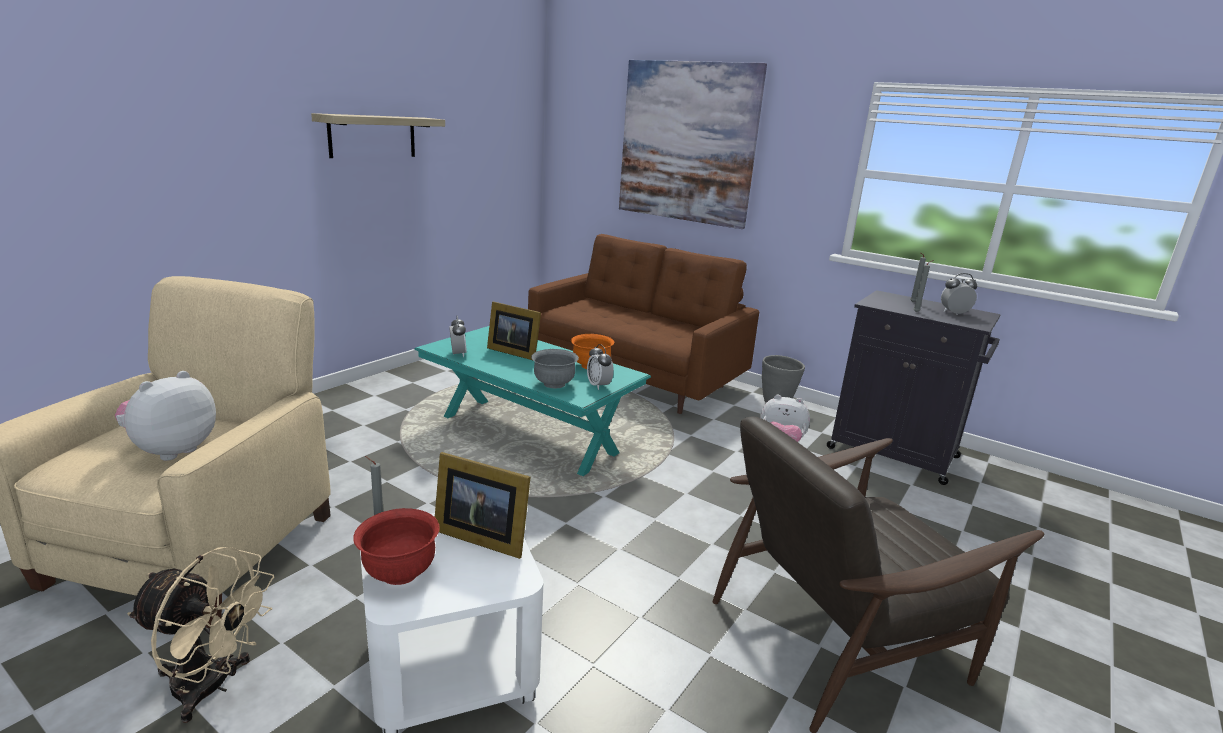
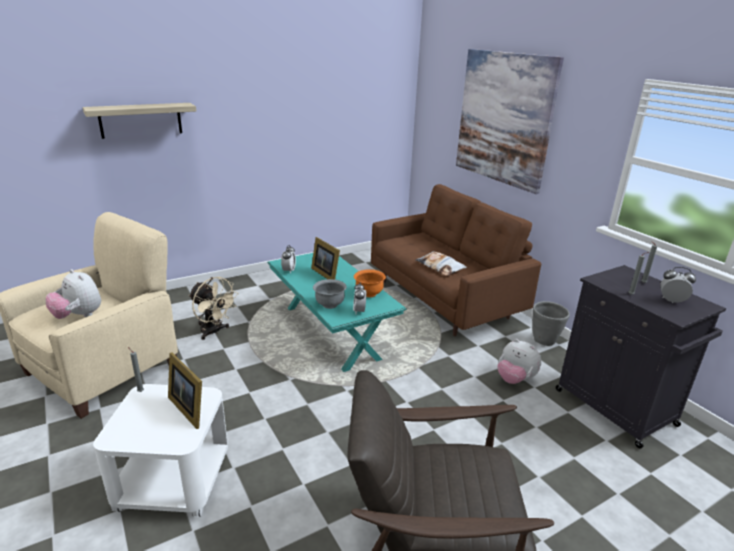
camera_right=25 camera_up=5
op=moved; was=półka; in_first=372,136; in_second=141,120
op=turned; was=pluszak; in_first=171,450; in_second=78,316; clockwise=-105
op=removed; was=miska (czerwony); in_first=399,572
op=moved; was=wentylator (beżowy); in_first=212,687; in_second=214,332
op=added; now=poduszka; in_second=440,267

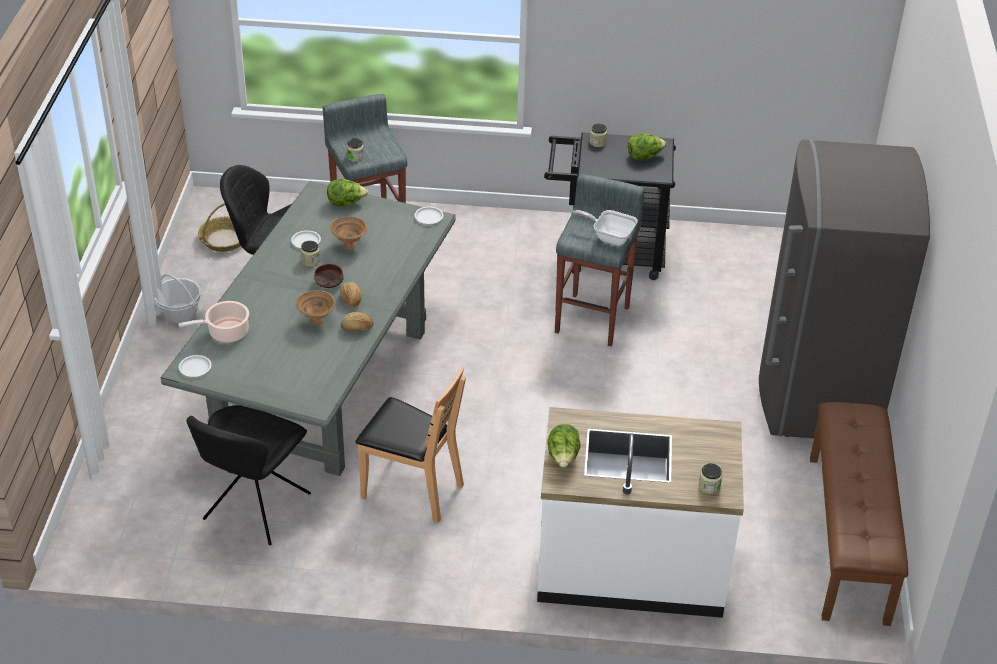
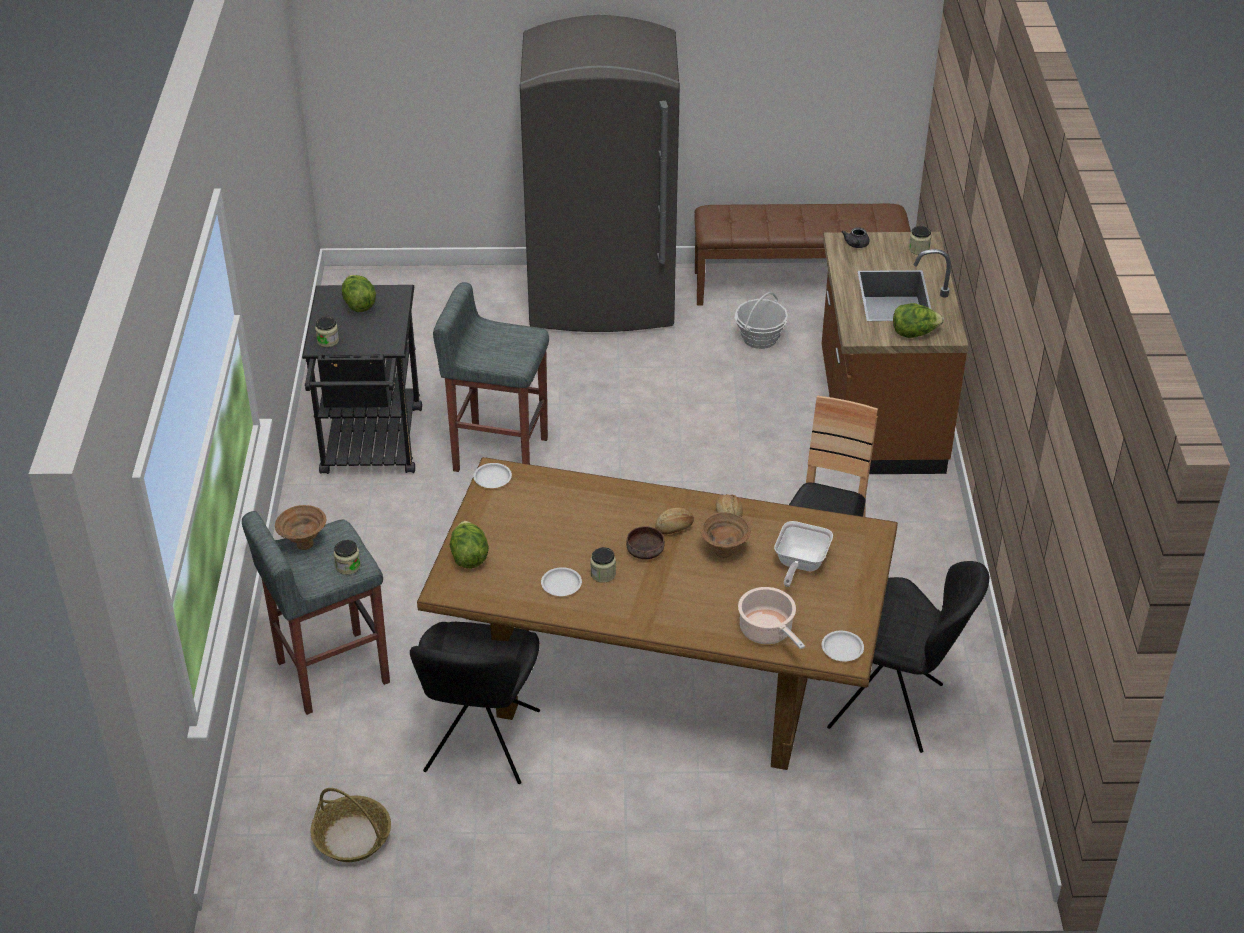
camera_right=-95 camera_up=0
op=recoloured; was=stół jadalny (szary); now=stół jadalny (brązowy); in_first=323,384; in_second=658,677
op=moved; was=patelnia; in_first=609,237; in_second=799,565
op=moved; was=miska (brązowy); in_first=349,245; in_second=303,545
op=moved; was=koszyk; in_first=180,313; in_second=760,338
op=recoloured; was=zabudowa kuchenna (biały); now=zabudowa kuchenna (brązowy); in_first=631,566; in_second=878,414
op=added; now=imbryk (szary); in_second=856,245

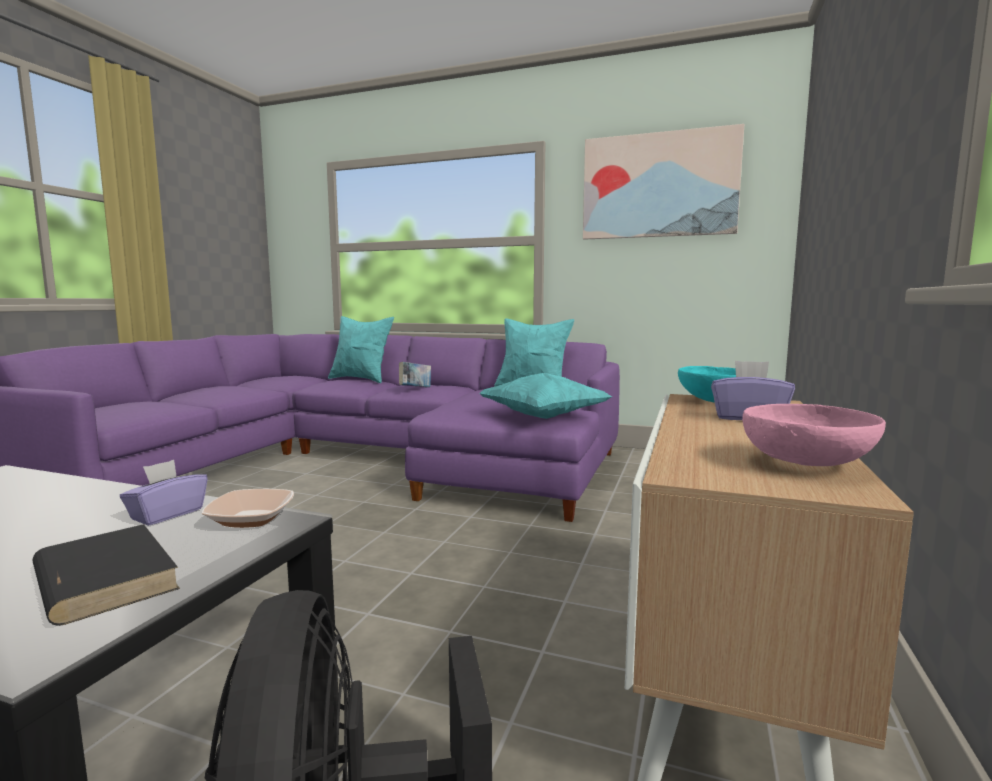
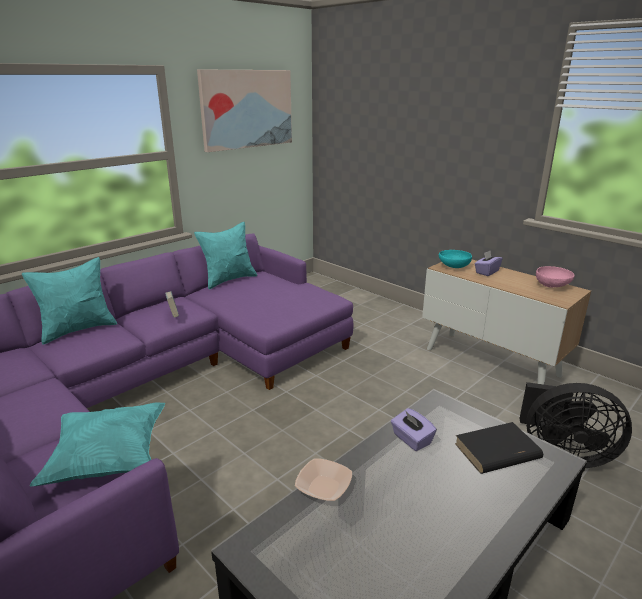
camera_right=-65 camera_up=15
op=moved; was=poduszka (turkusowy); in_first=543,417; in_second=109,460
op=moved; was=miska; in_first=251,519; in_second=324,487

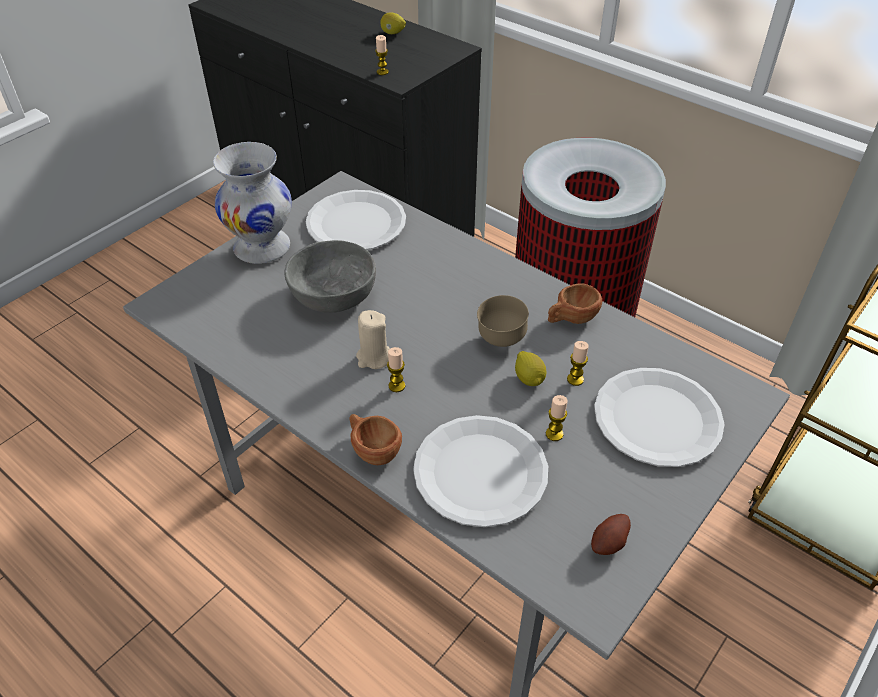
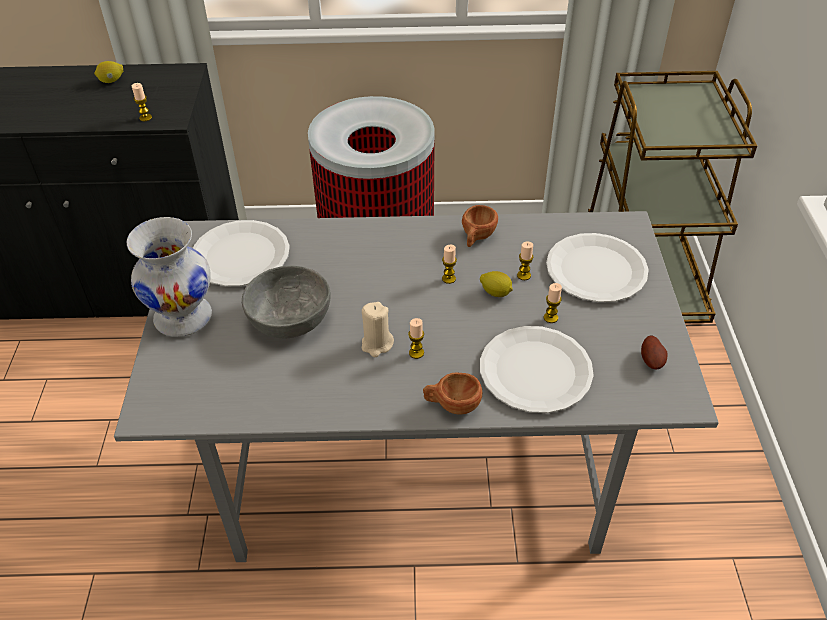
camera_right=-40 camera_up=0
op=replaced; was=miska (brązowy); now=świeca; in_first=500,340; in_second=448,278

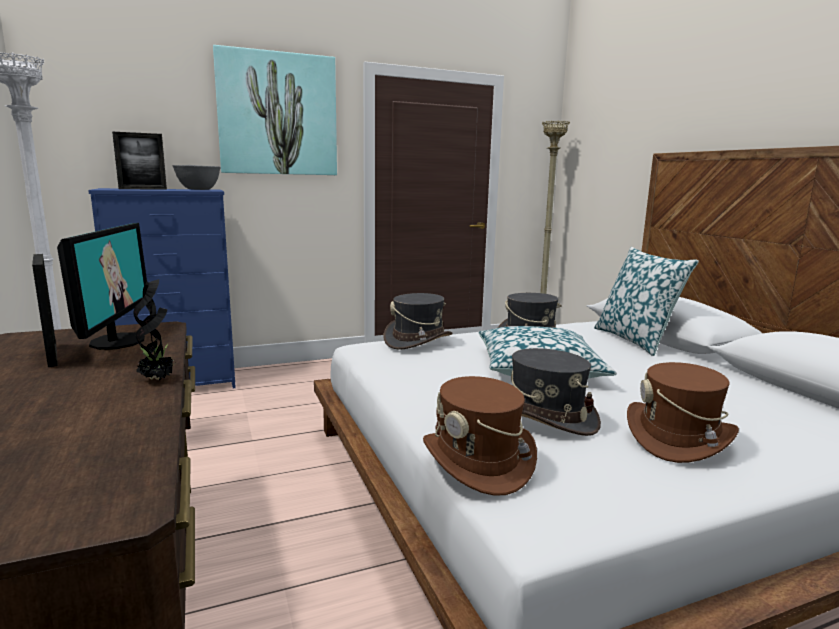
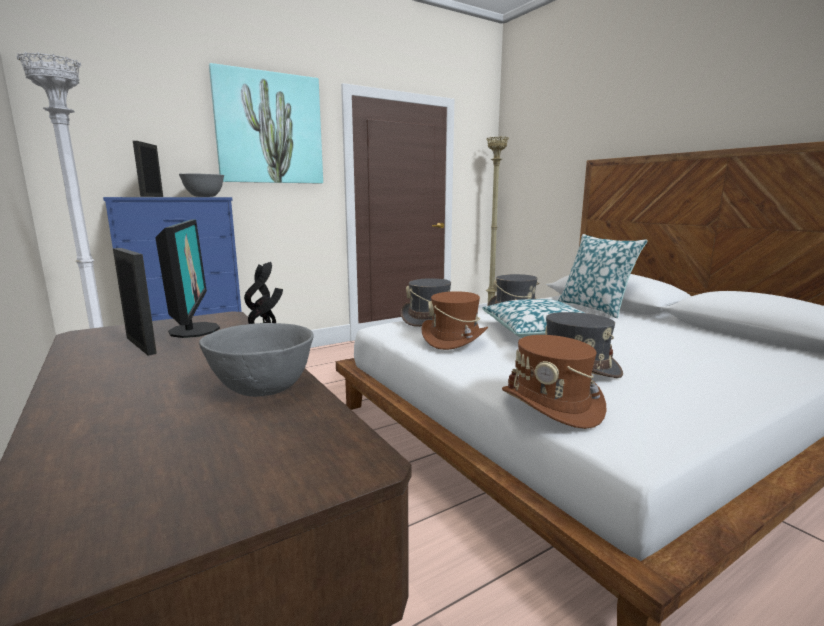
camera_right=-10 camera_up=0
op=turned; was=ramka na zdjęcie; in_first=143,189; in_second=152,196; clockwise=120
op=moved; was=kapelusz (brązowy); in_first=678,438; in_second=454,339
op=added; now=miska (szary); in_second=262,389

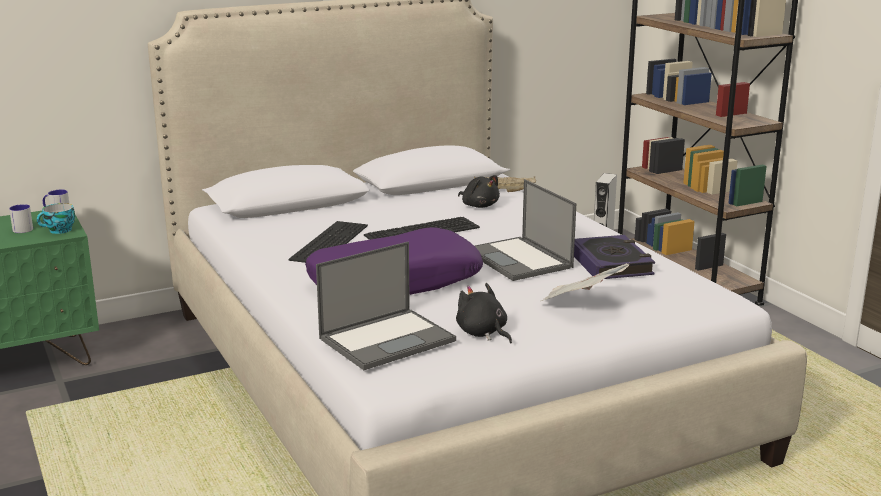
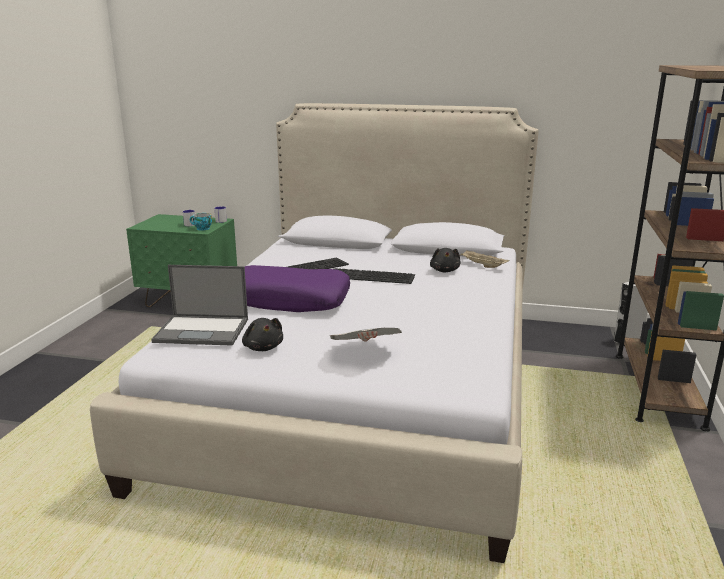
camera_right=40 camera_up=0
op=removed; was=laptop; in_first=520,260
op=removed; was=książka; in_first=611,264
op=turned; was=pluszak (czarny); in_first=483,333; in_second=263,347; clockwise=150

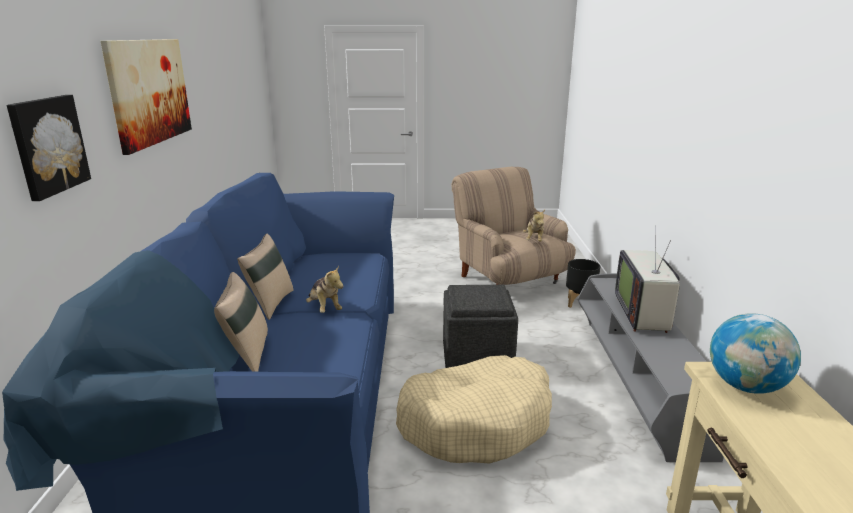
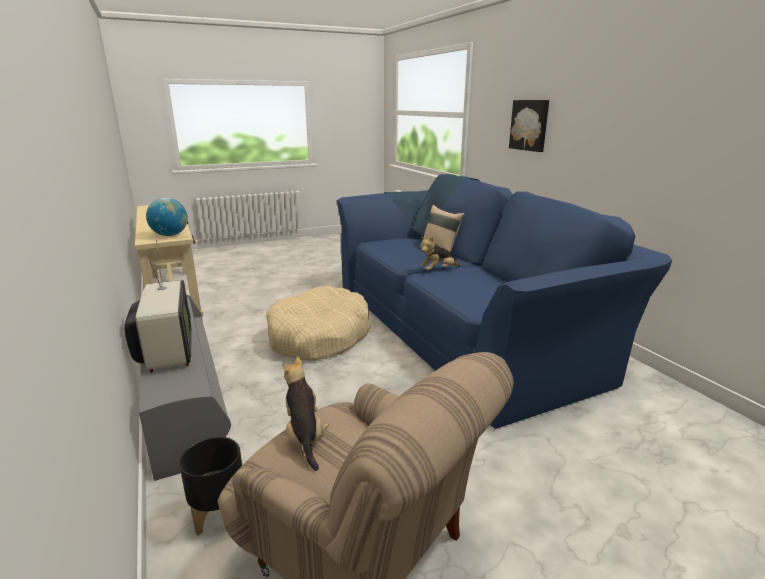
camera_right=155 camera_up=0
op=removed; was=obraz; in_first=149,91
op=removed; was=poduszka (beżowy); in_first=270,303
op=turned; was=pluszak; in_first=324,308; in_second=438,271; clockwise=-60
op=removed; was=pufa (szary); in_first=476,356

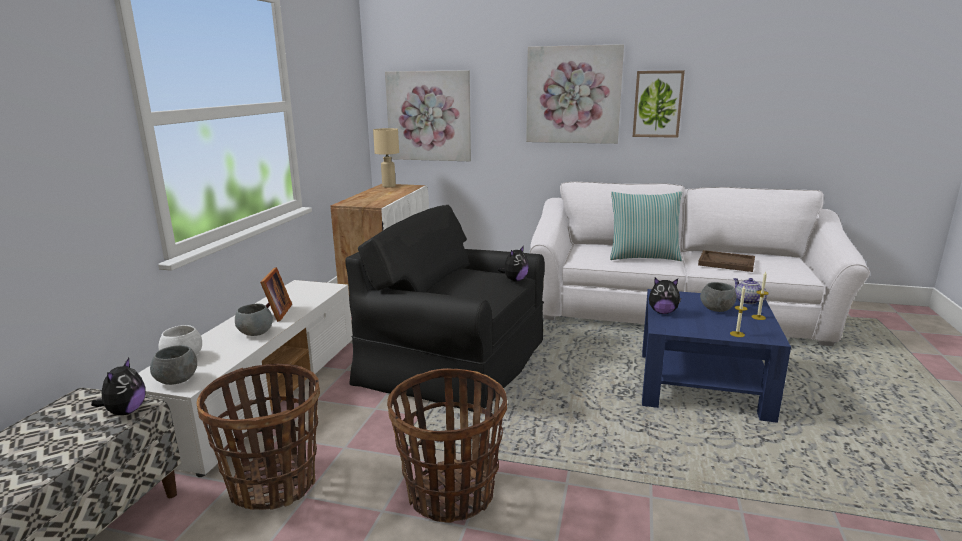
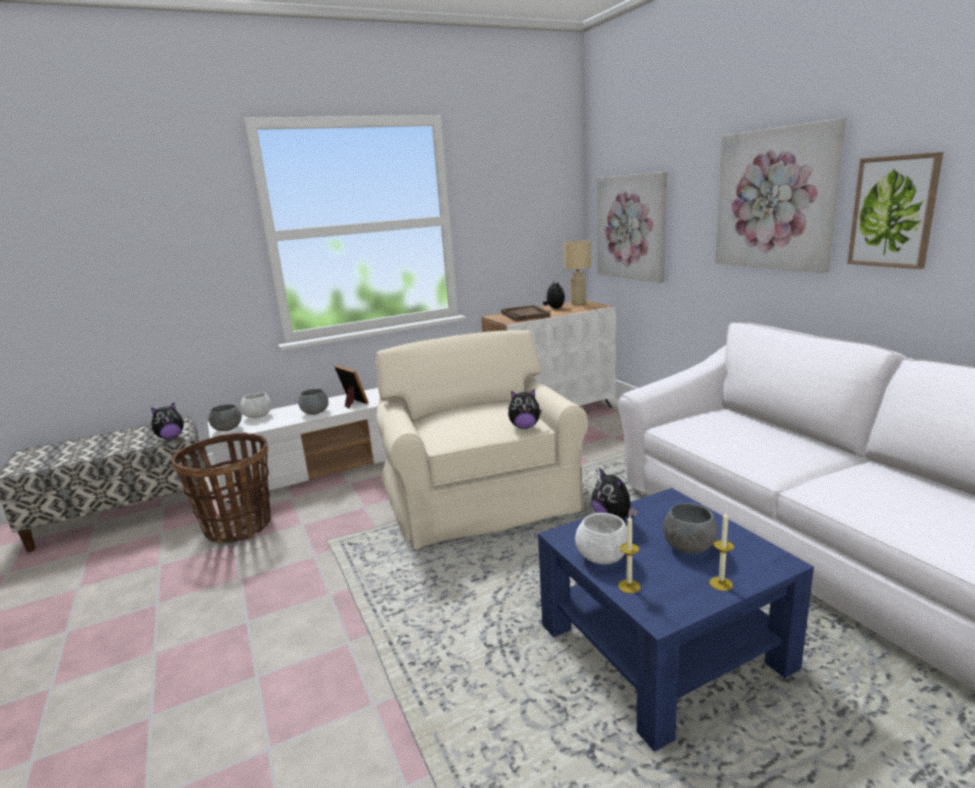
camera_right=50 camera_up=0
op=removed; was=poduszka; in_first=643,257
op=recoloured; was=fotel (czarny); now=fotel (beżowy); in_first=454,361; in_second=479,495
op=moved; was=taca (brązowy); in_first=726,263; in_second=525,315
op=turned; was=ramka na zdjęcie; in_first=275,314; in_second=352,402; clockwise=-90
op=removed; was=imbryk; in_first=746,301
op=removed; was=koszyk; in_first=450,494
op=added; now=pluszak; in_second=554,308
op=added; now=miska (biały); in_second=602,558

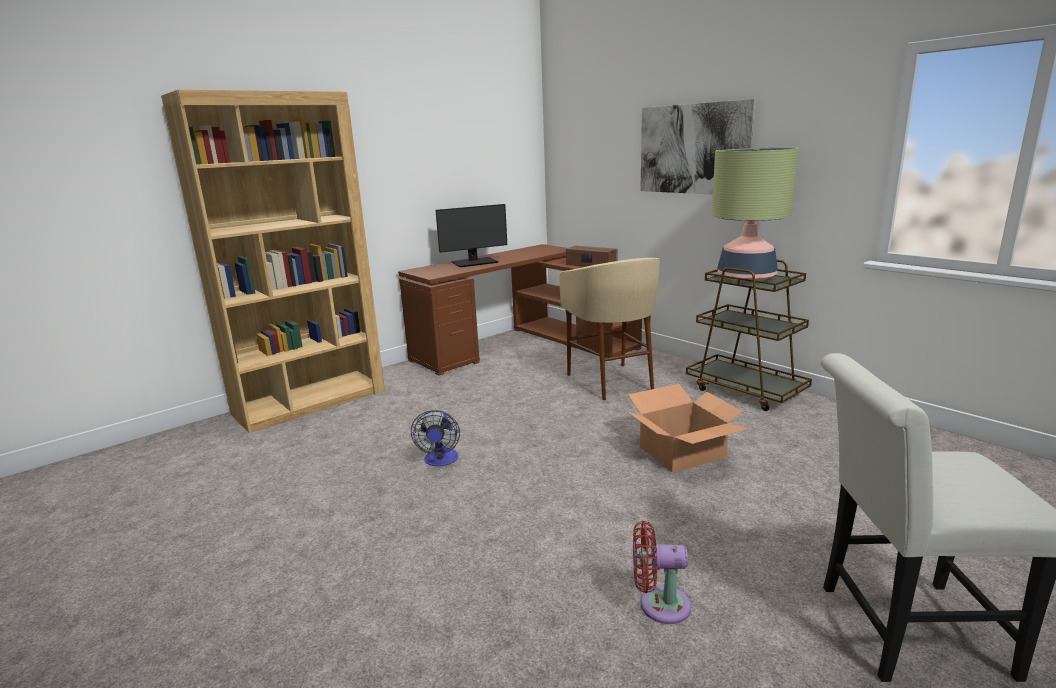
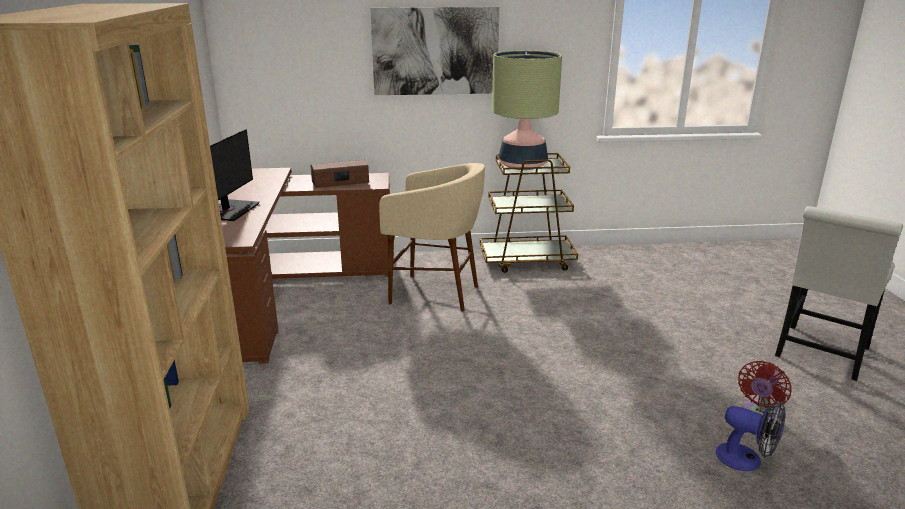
camera_right=-55 camera_up=5
op=removed; was=karton; in_first=683,452
op=moved; was=wentylator; in_first=440,461; in_second=746,460

